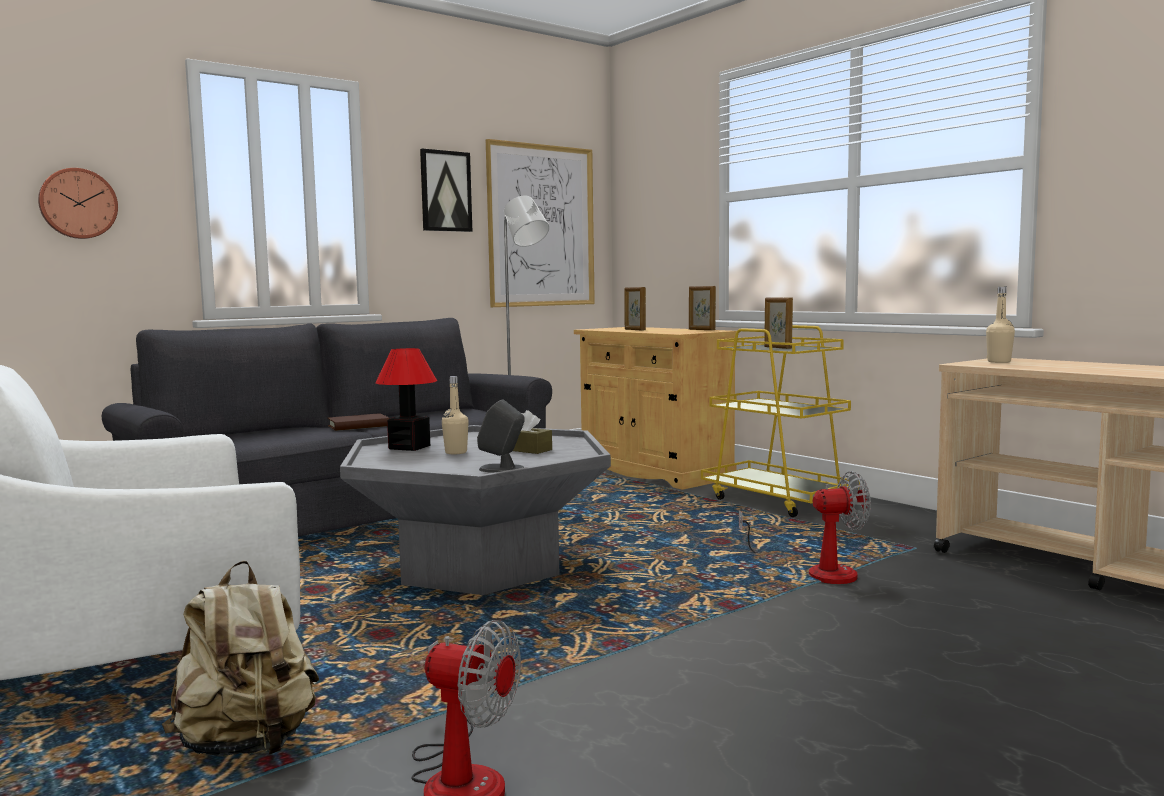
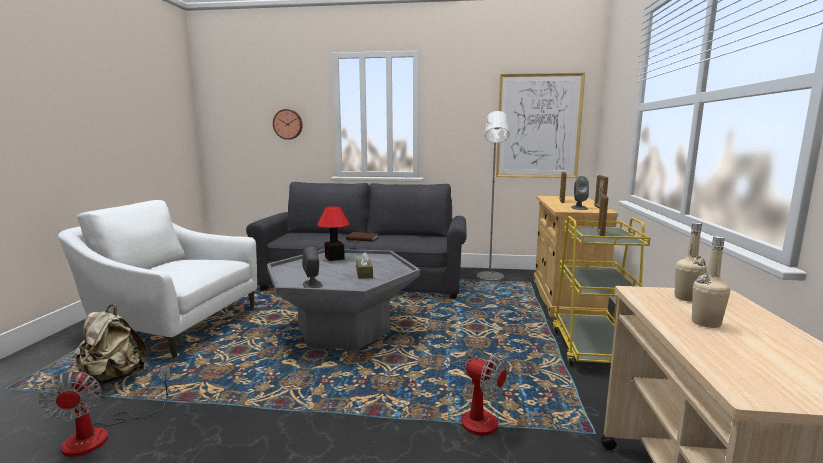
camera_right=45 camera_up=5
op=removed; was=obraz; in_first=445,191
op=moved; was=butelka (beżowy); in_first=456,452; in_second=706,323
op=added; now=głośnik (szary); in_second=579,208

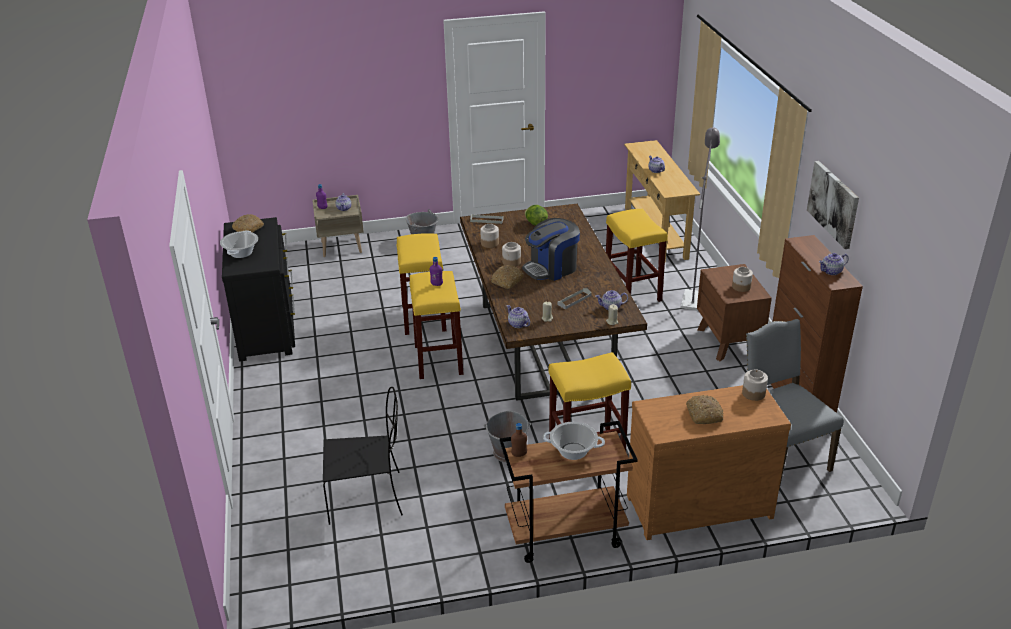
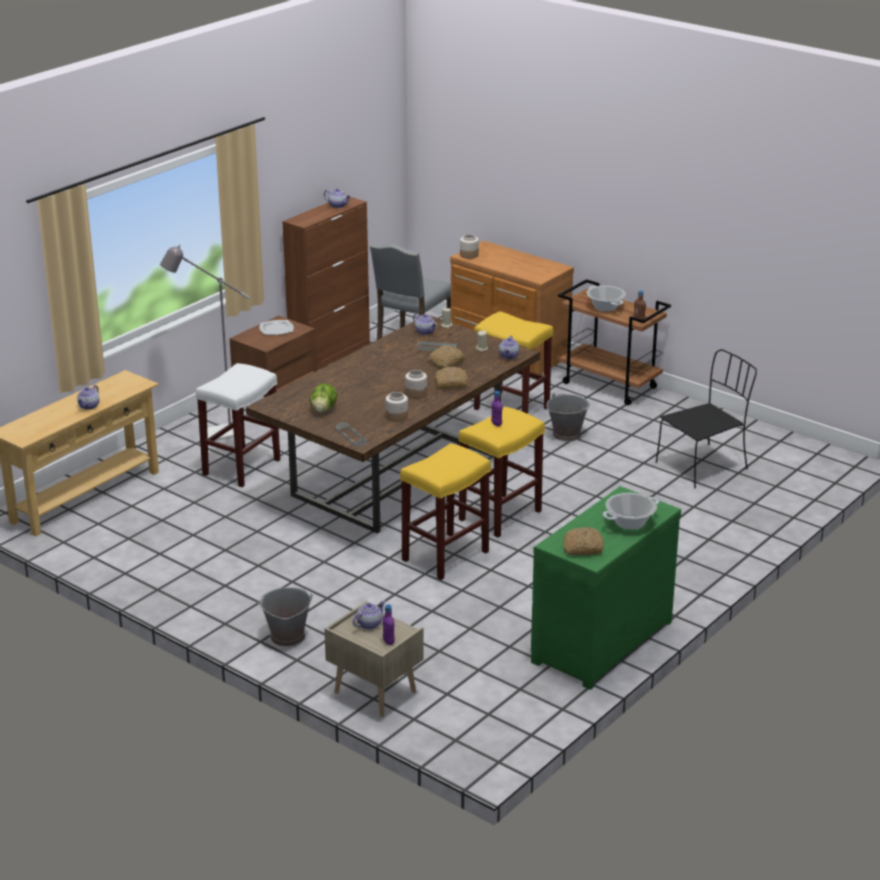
camera_right=-130 camera_up=-5
op=removed; was=obraz; in_first=833,203
op=recoloured; was=stołek (żółty); now=stołek (biały); in_first=633,292; in_second=241,466
op=recoloured; was=komoda (czarny); now=komoda (zielony); in_first=268,327; in_second=598,641
op=removed; was=ekspres do kawy; in_first=551,268
op=replaced; was=słoik; now=talerz; in_first=741,287; in_second=276,329
op=turned; was=krzesło (czarny); in_first=367,497; in_second=703,465; clockwise=105
op=moved; was=chleb; in_first=703,414; in_second=446,362

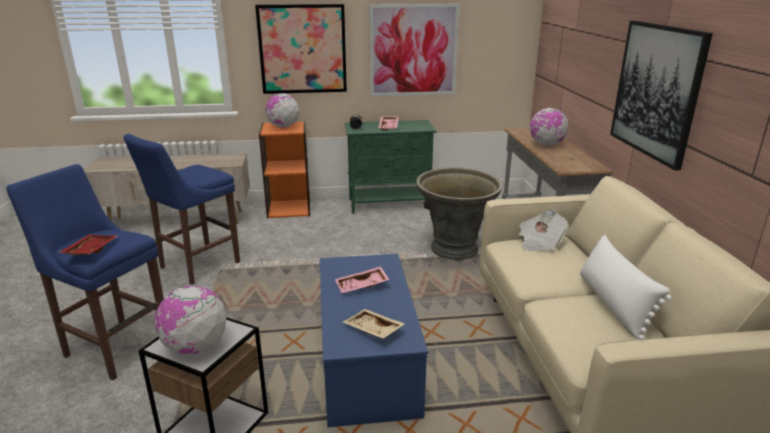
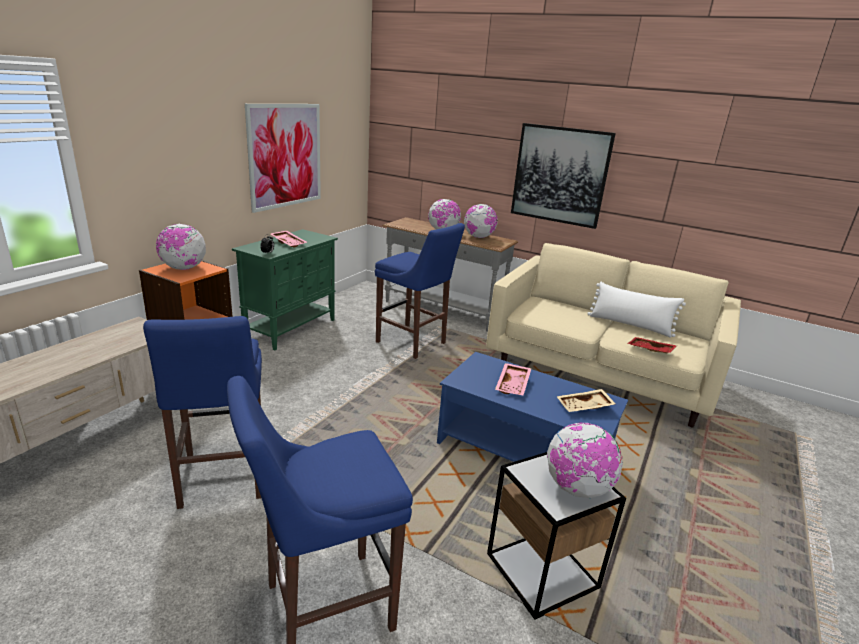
camera_right=-55 camera_up=0
op=removed; was=obraz; in_first=302,49
op=replaced; was=donica (szary); now=stołek (niebieski); in_first=455,249; in_second=413,344
op=removed; was=gazeta; in_first=539,242
op=moved; was=taca (czerwony); in_first=90,250; in_second=650,350
op=added; now=globus; in_second=479,237

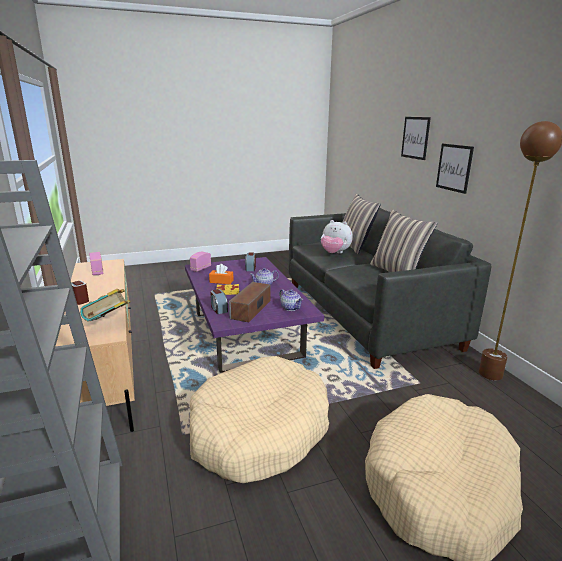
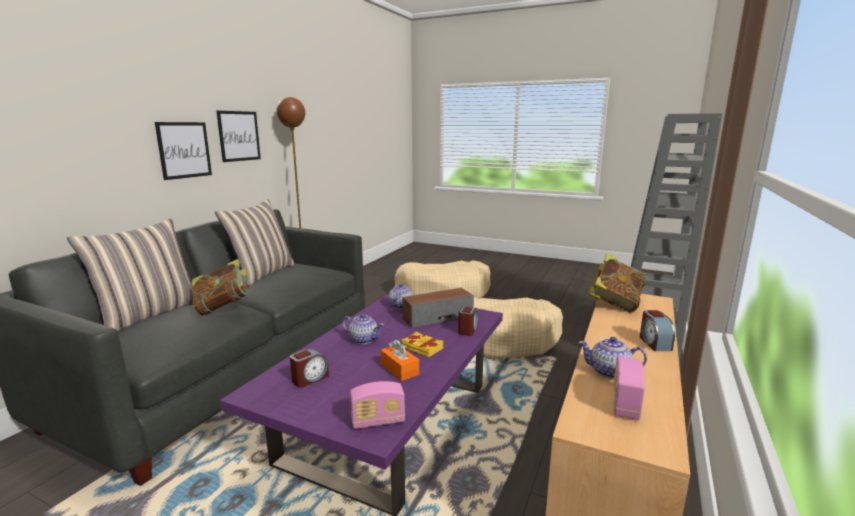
camera_right=-135 camera_up=-5
op=moved; was=obraz; in_first=415,137; in_second=239,136
op=replaced; was=pluszak; now=książka; in_first=334,253; in_second=223,308
op=added; now=imbryk; in_second=610,372

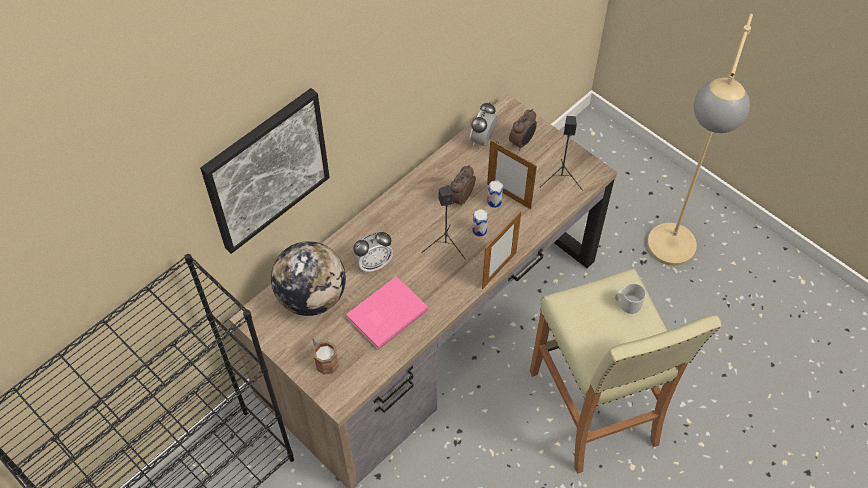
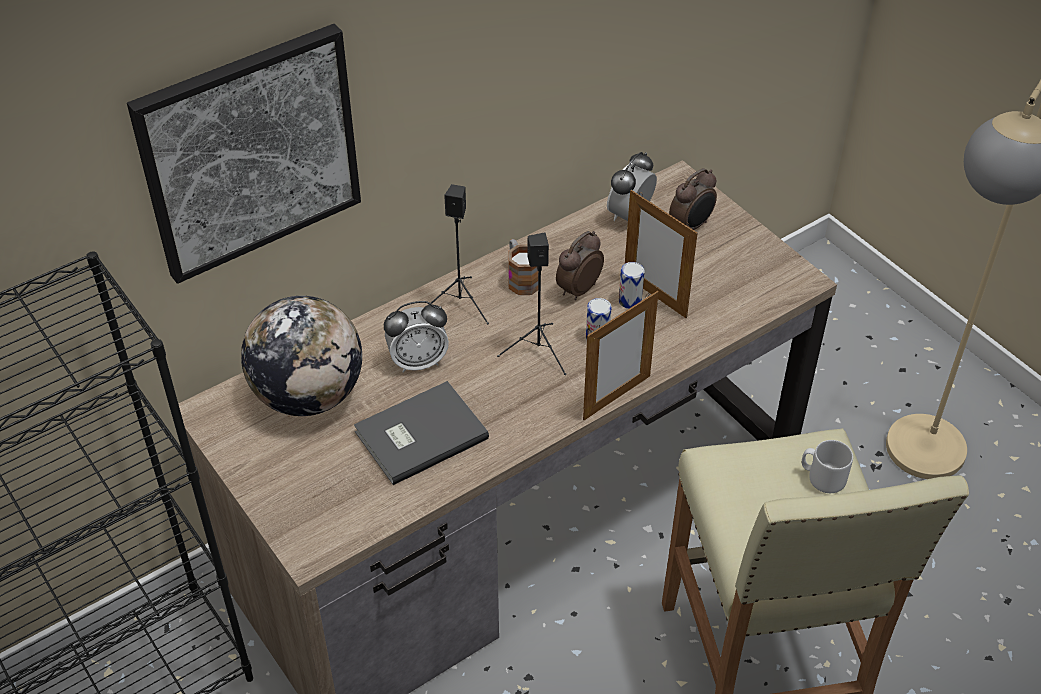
camera_right=10 camera_up=-10
op=moved; was=głośnik (czarny); in_first=561,178; in_second=461,304
op=recoloured; was=książka (różowy); now=książka (szary); in_first=385,313; in_second=418,434
op=moved; was=kubek; in_first=324,359; in_second=521,278

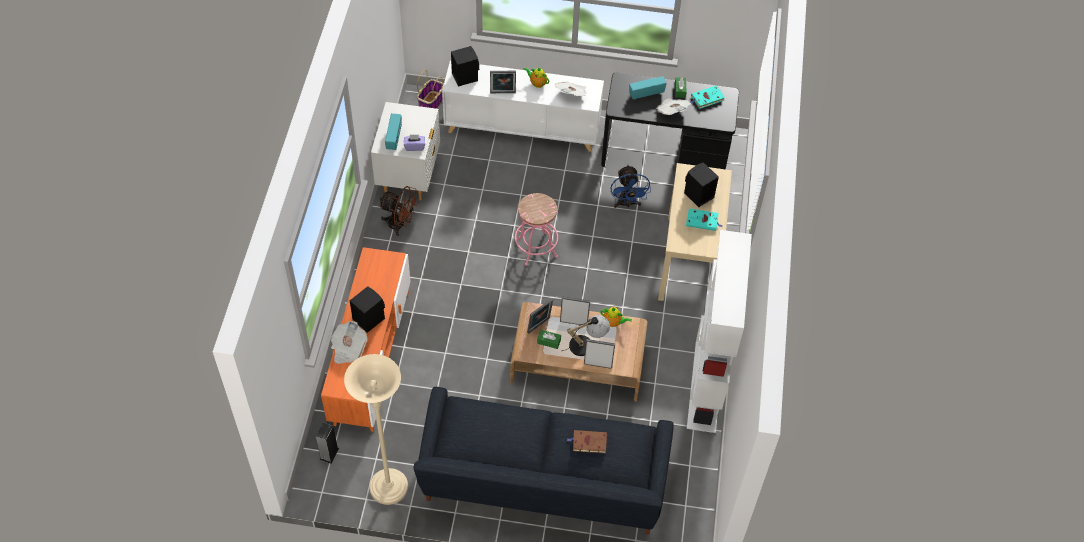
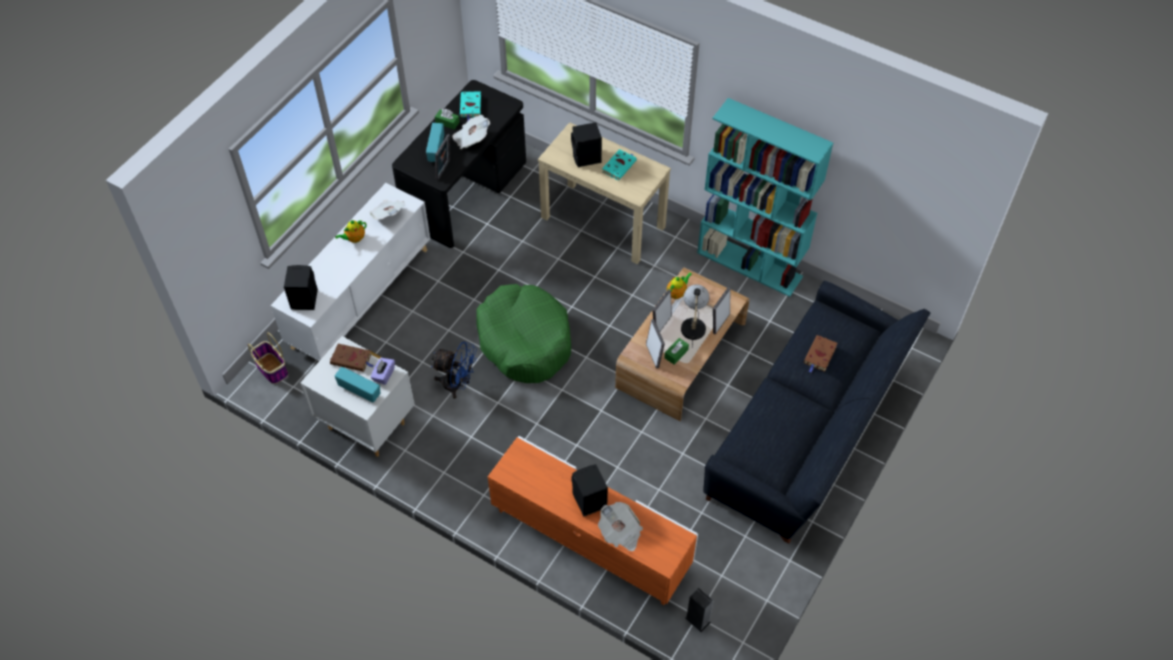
camera_right=-65 camera_up=0
op=moved; was=ramka na zdjęcie; in_first=502,93; in_second=444,170
op=moved; was=wentylator (niebieski); in_first=627,204; in_second=457,384
op=removed; was=wentylator (brązowy); in_first=400,225
op=replaced; was=stołek (różowy); now=legowisko (zielony); in_first=536,248; in_second=525,341
op=recoloured; was=regał (biały); now=regał (turkusowy); in_first=706,386; in_second=750,264
op=removed; was=lampa stojąca (beżowy); in_first=388,487
op=added; now=książka (brązowy); in_second=352,359

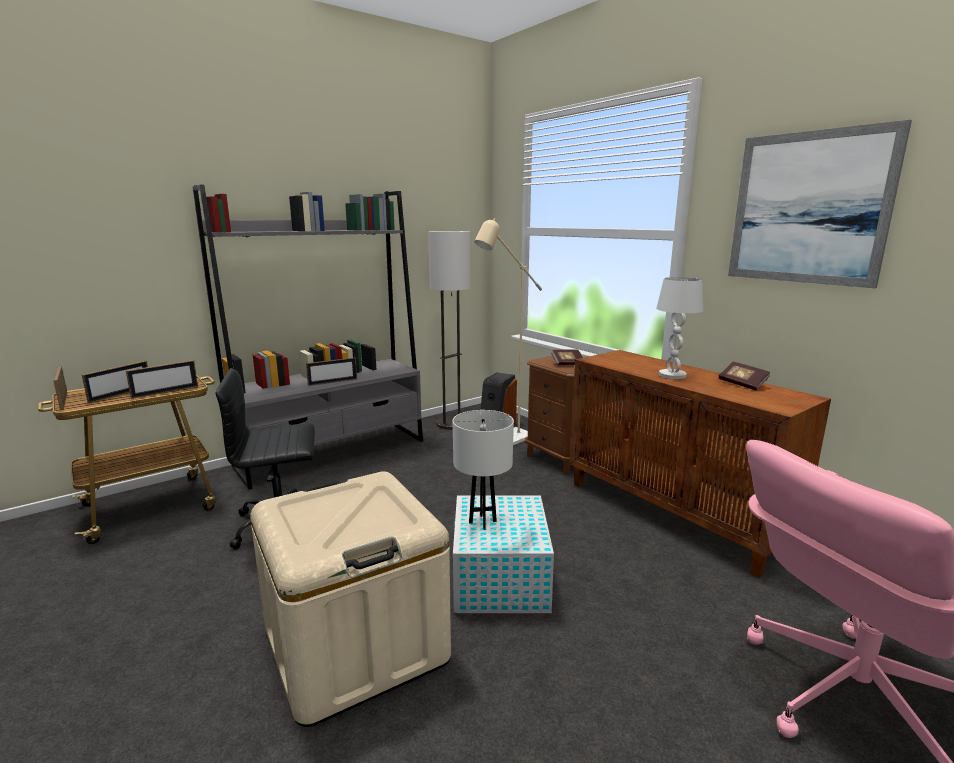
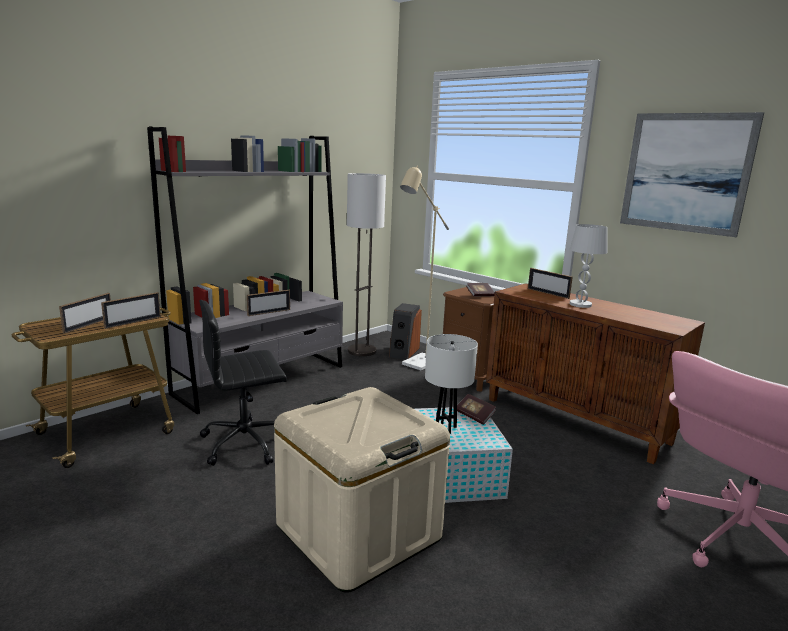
camera_right=-10 camera_up=0
op=moved; was=książka; in_first=742,384; in_second=474,416
op=moved; was=ramka na zdjęcie; in_first=64,400; in_second=548,293

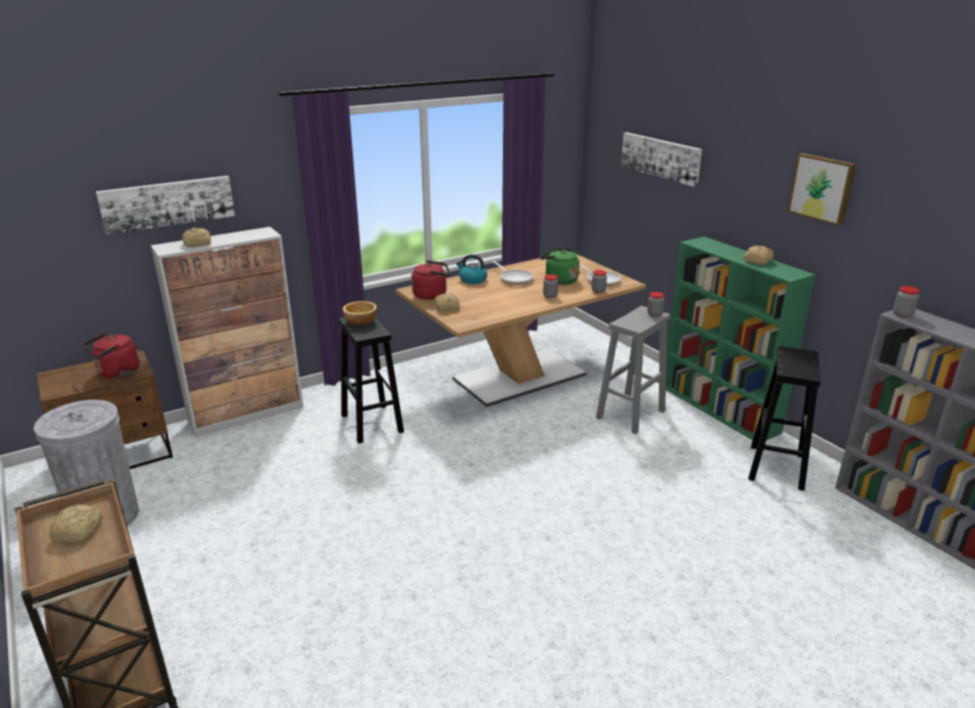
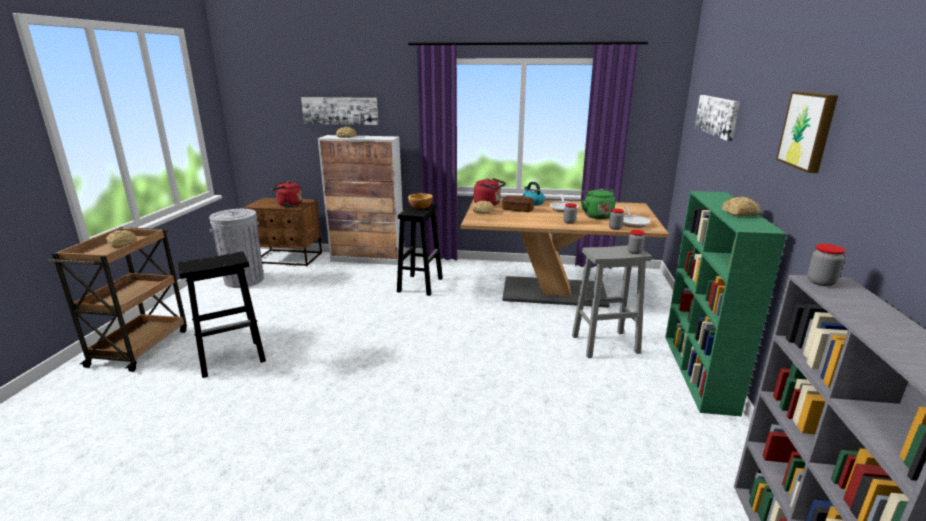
camera_right=40 camera_up=-5
op=moved; was=stołek (czarny); in_first=776,466; in_second=233,358
op=added; now=chleb; in_second=517,210

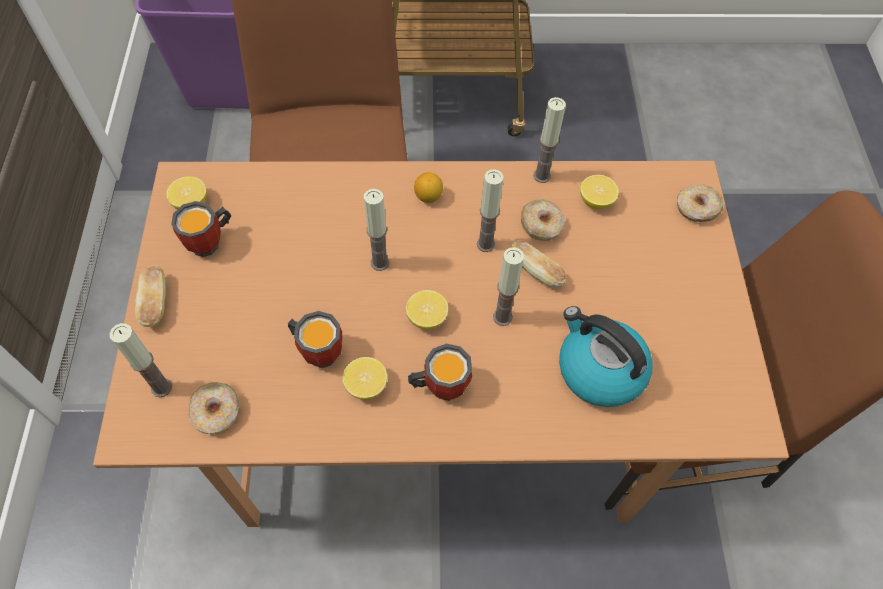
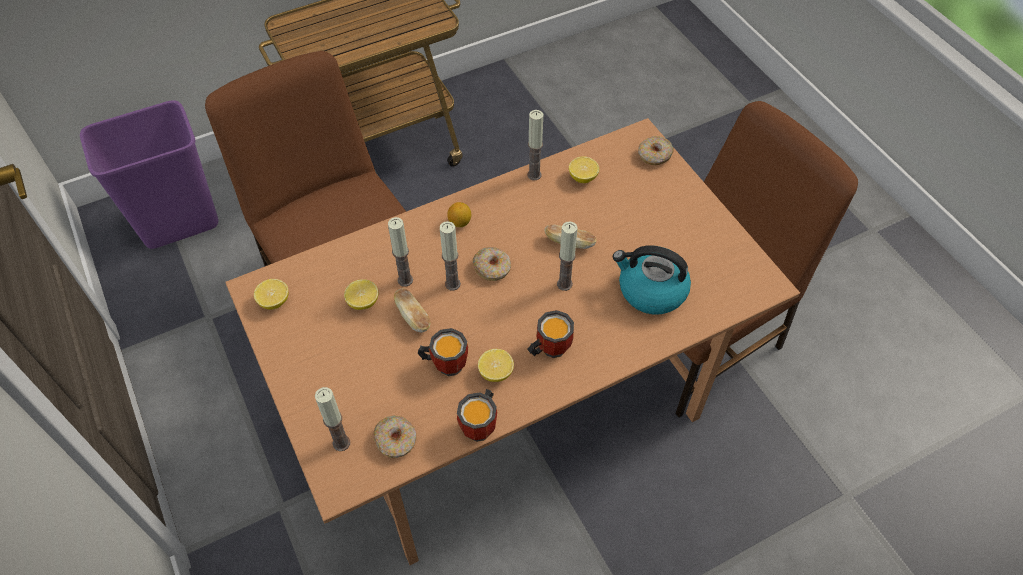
camera_right=-25 camera_up=-5
op=moved; was=świeca; in_first=485,244; in_second=405,280
op=moved; was=donut; in_first=541,225; in_second=492,268
op=moved; was=kubek; in_first=211,243; in_second=482,425
op=moved; was=chleb; in_first=155,303; in_second=413,316
op=moved; was=cytryna; in_first=427,317; in_second=363,302

